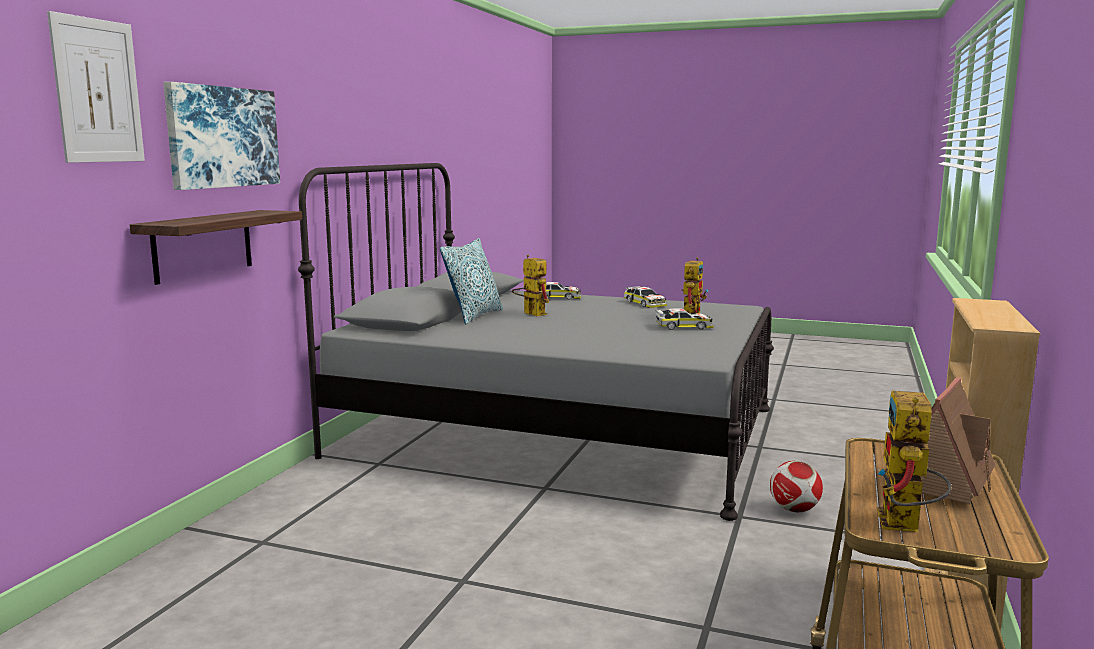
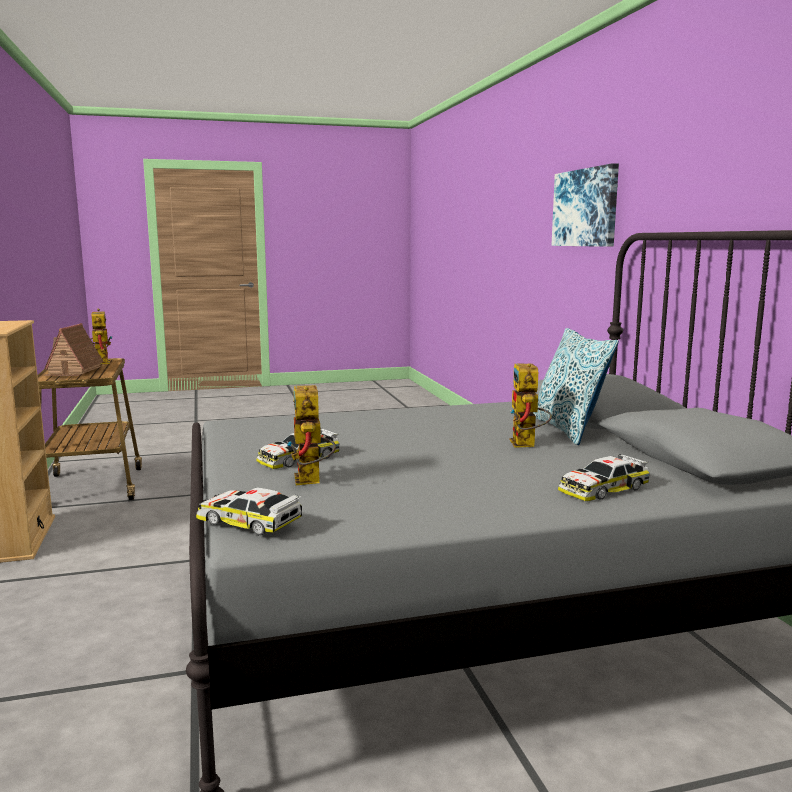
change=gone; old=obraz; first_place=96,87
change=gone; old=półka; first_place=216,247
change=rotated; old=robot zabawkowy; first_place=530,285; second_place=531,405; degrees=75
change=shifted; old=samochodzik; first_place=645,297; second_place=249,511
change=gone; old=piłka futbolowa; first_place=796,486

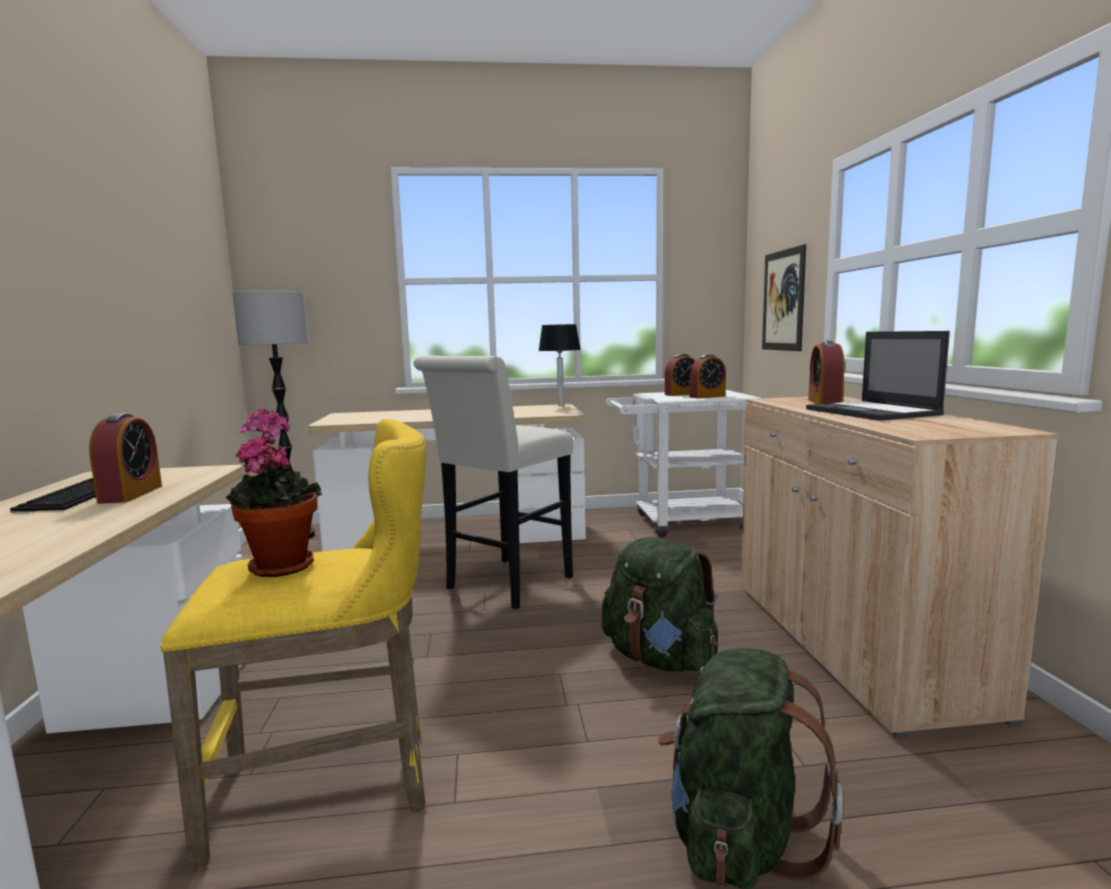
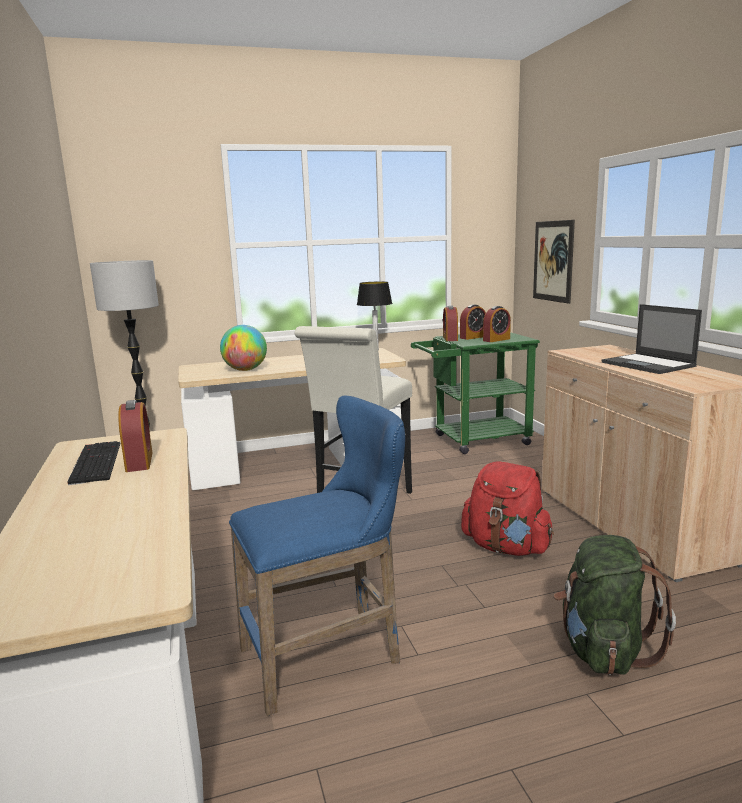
change=repainted; old=stołek [żółty]; new=stołek [niebieski]; first_place=293,644; second_place=317,556
change=gone; old=roślina doniczkowa; first_place=274,492
change=repainted; old=plecak [zielony]; new=plecak [czerwony]; first_place=660,604; second_place=507,509
change=repainted; old=wózek [biały]; new=wózek [zielony]; first_place=683,464; second_place=475,393
change=shifted; old=budzik; first_place=826,372; second_place=450,323
change=new; new=globus; second_place=243,348

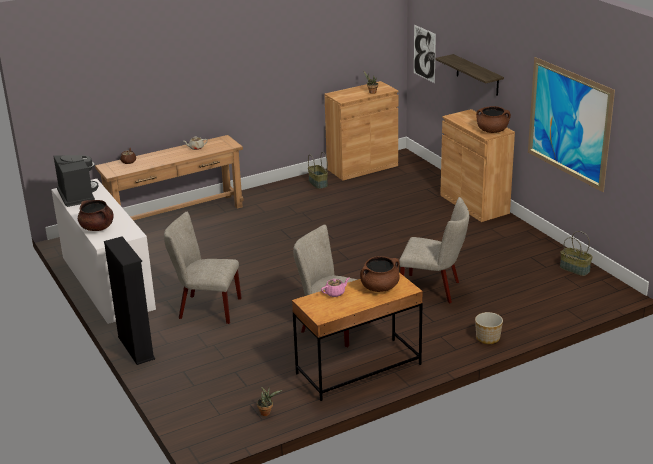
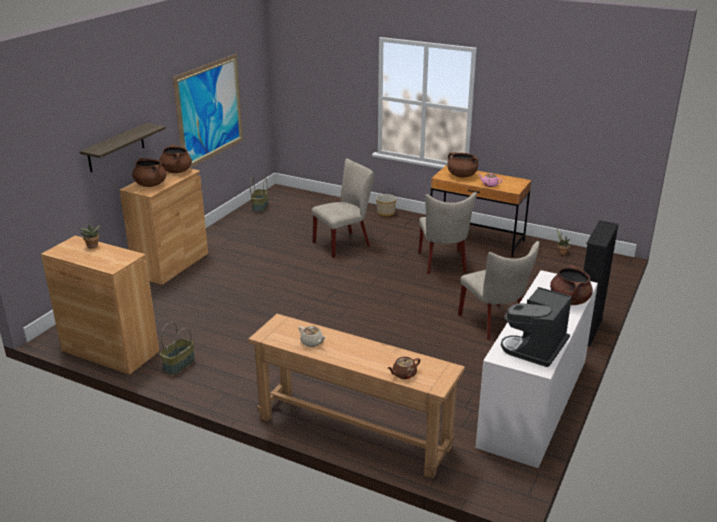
change=rotated; old=krzesło [beżowy]; first_place=434,250; second_place=343,208; degrees=75
change=gone; old=obraz; first_place=425,54
change=new; new=garnek [brązowy]; second_place=149,172

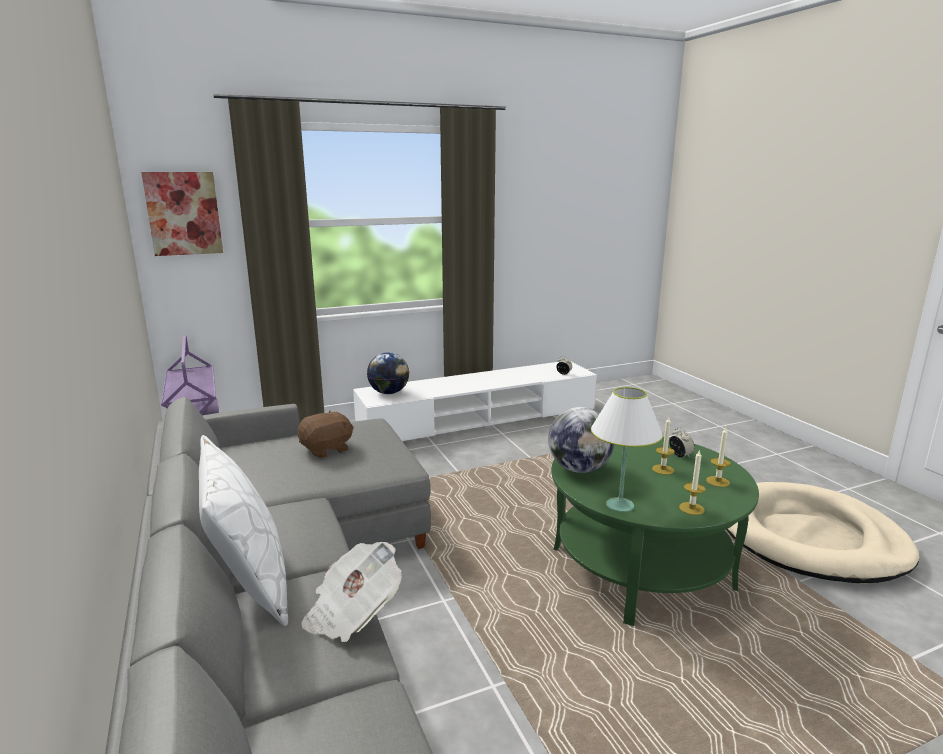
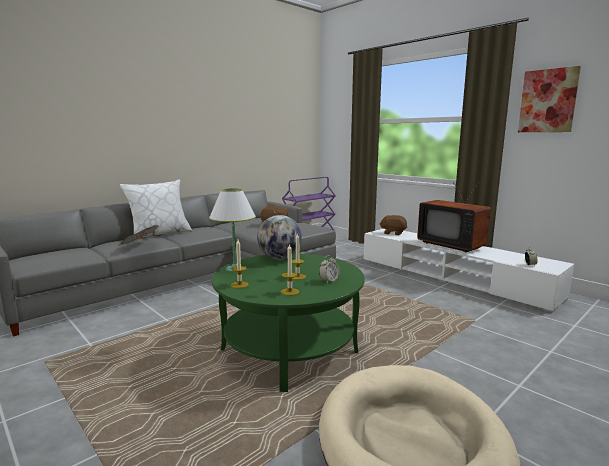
change=shifted; old=obraz; first_place=182,214; second_place=549,99
change=swapped; old=globus; new=pluszak [brązowy]; first_place=388,373; second_place=393,225
change=new; new=telewizor; second_place=454,217

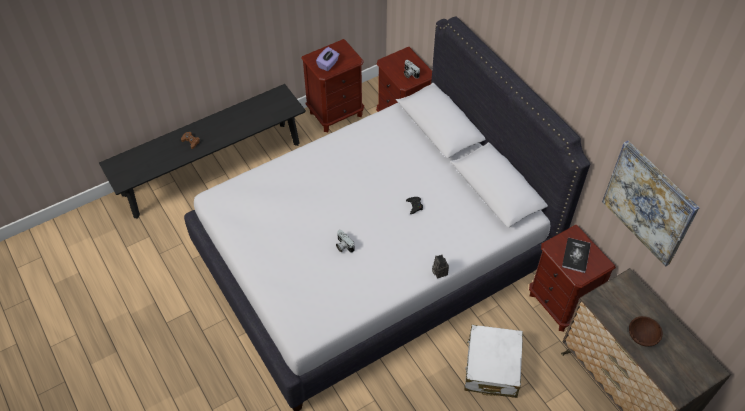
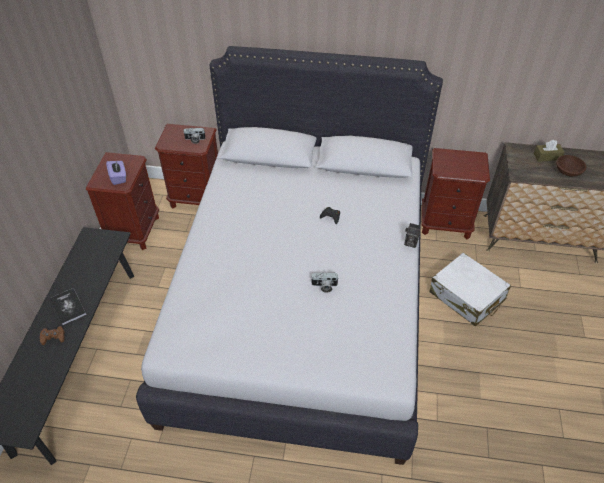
change=shifted; old=książka; first_place=576,255; second_place=68,306
change=gone; old=obraz; first_place=650,203
change=new; new=pudełko chusteczek [brązowy]; second_place=549,151

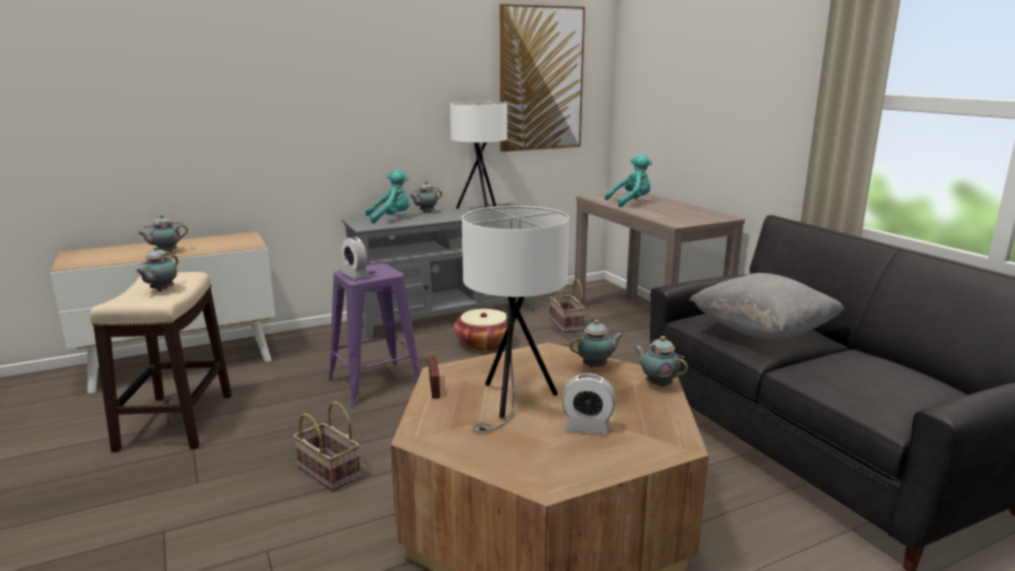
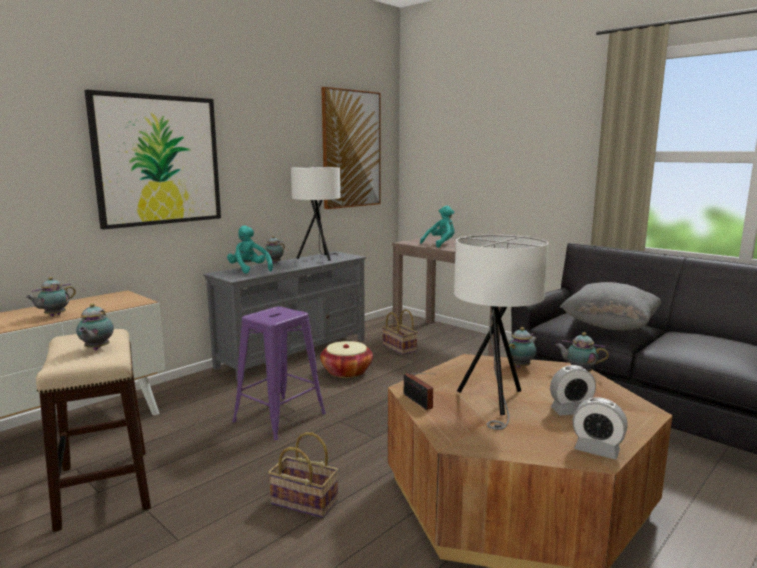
change=shifted; old=budzik; first_place=356,258; second_place=600,428
change=rotated; old=pluszak [turkusowy]; first_place=387,197; second_place=250,249; degrees=-90
change=new; new=obraz; second_place=153,160

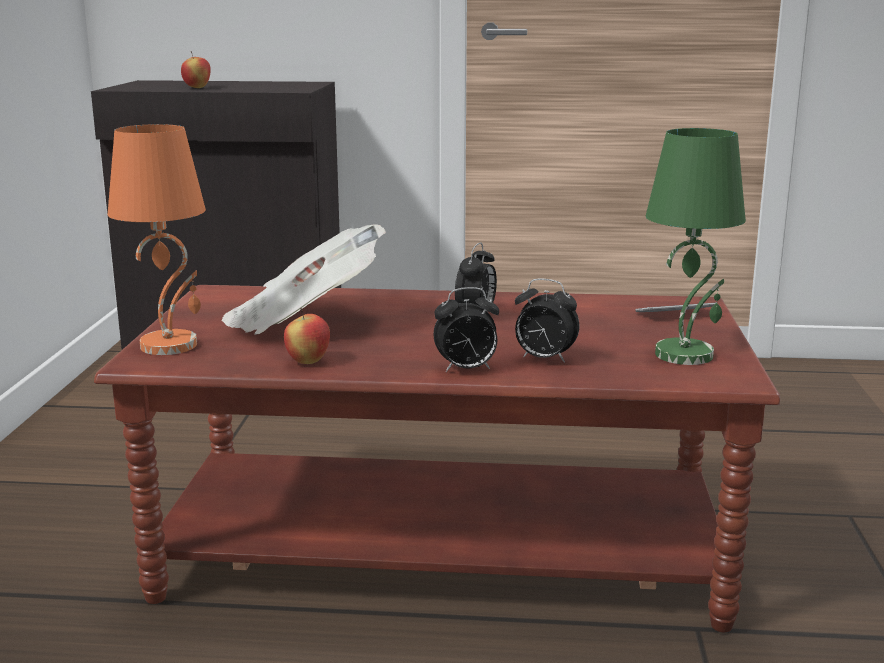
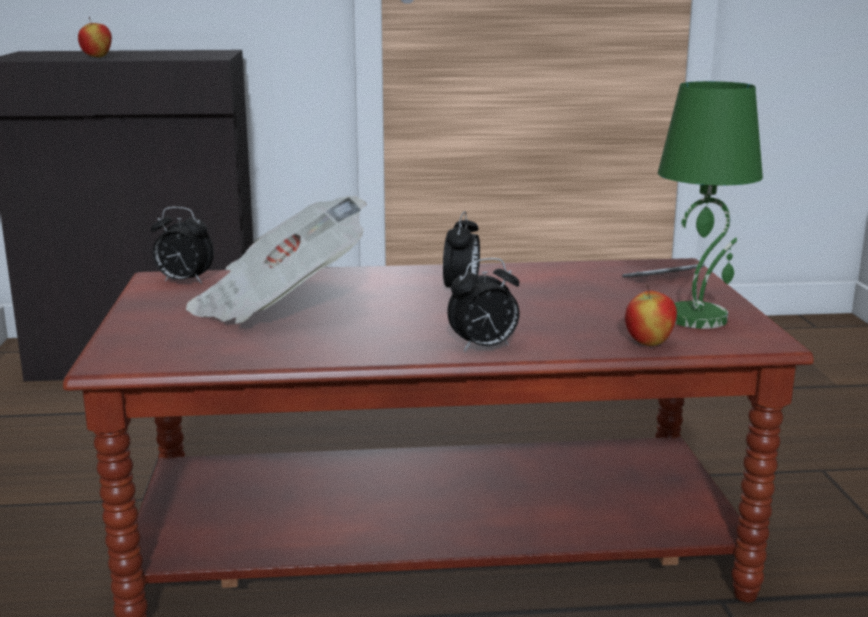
change=gone; old=lampa stołowa [pomarańczowy]; first_place=157,239
change=shifted; old=jabłko; first_place=307,336; second_place=651,315
change=shifted; old=budzik; first_place=547,320; second_place=182,245

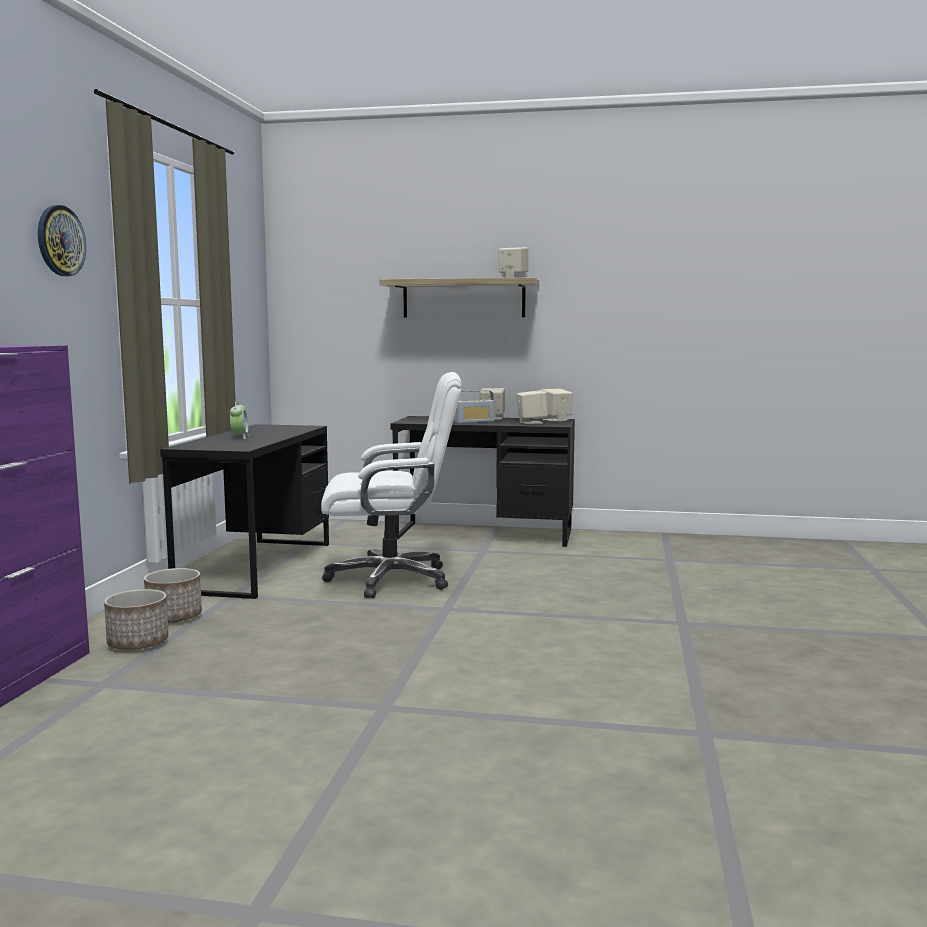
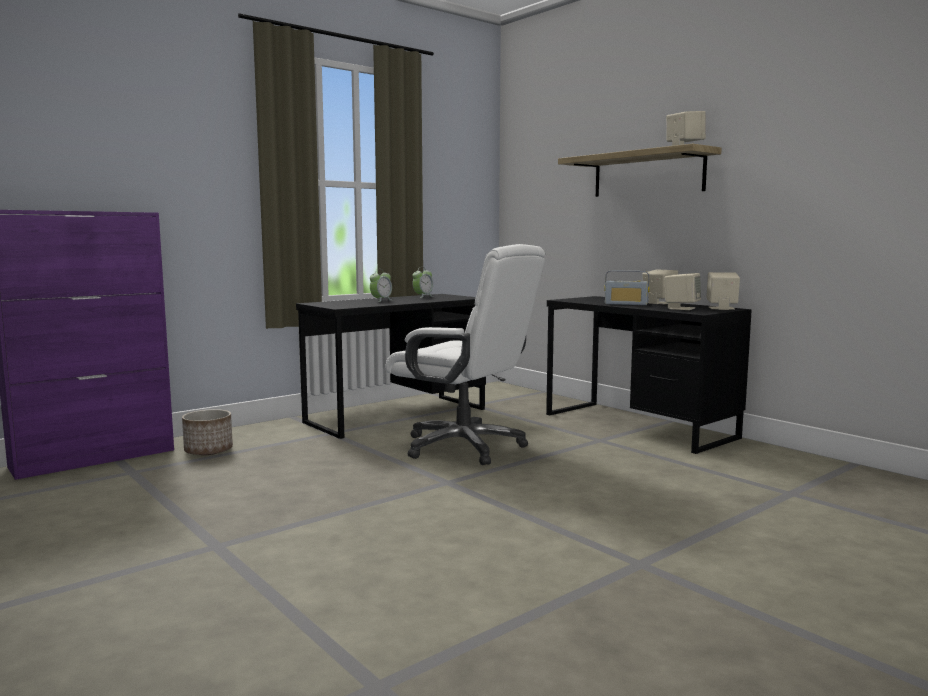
change=gone; old=zegar ścienny; first_place=62,240
change=gone; old=donica; first_place=173,595
change=new; new=budzik; second_place=422,282

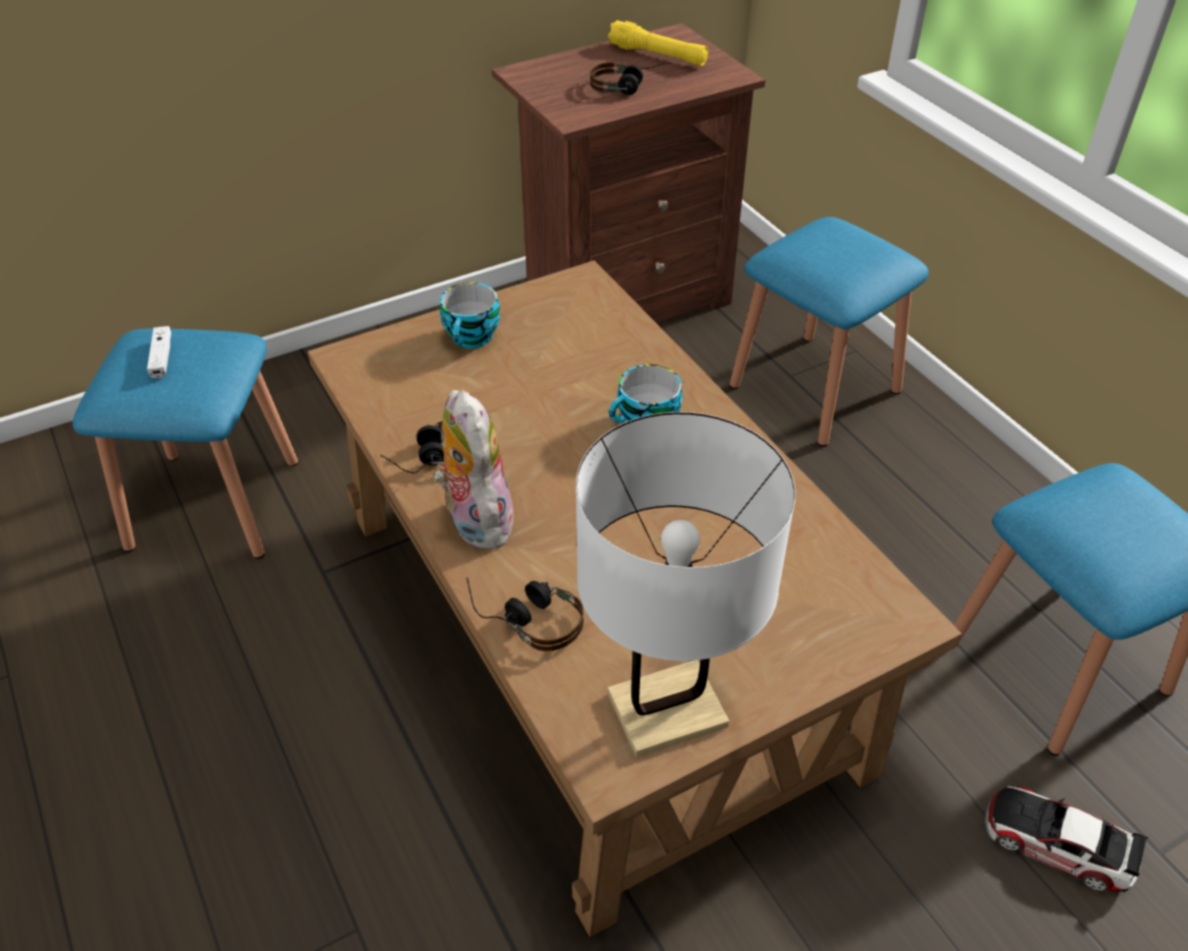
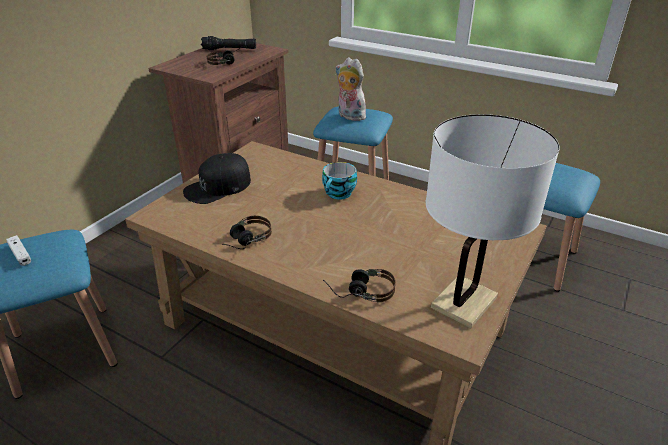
change=shifted; old=pluszak; first_place=476,469; second_place=350,89
change=swapped; old=filiżanka; new=czapka z daszkiem [czarny]; first_place=470,315; second_place=217,178
change=repainted; old=latarka [żółty]; new=latarka [czarny]; first_place=658,43; second_place=228,43
change=gone; old=samochodzik; first_place=1066,839

